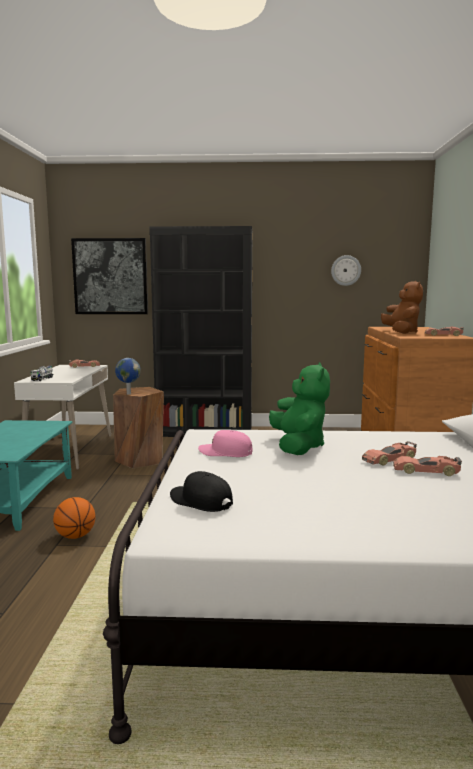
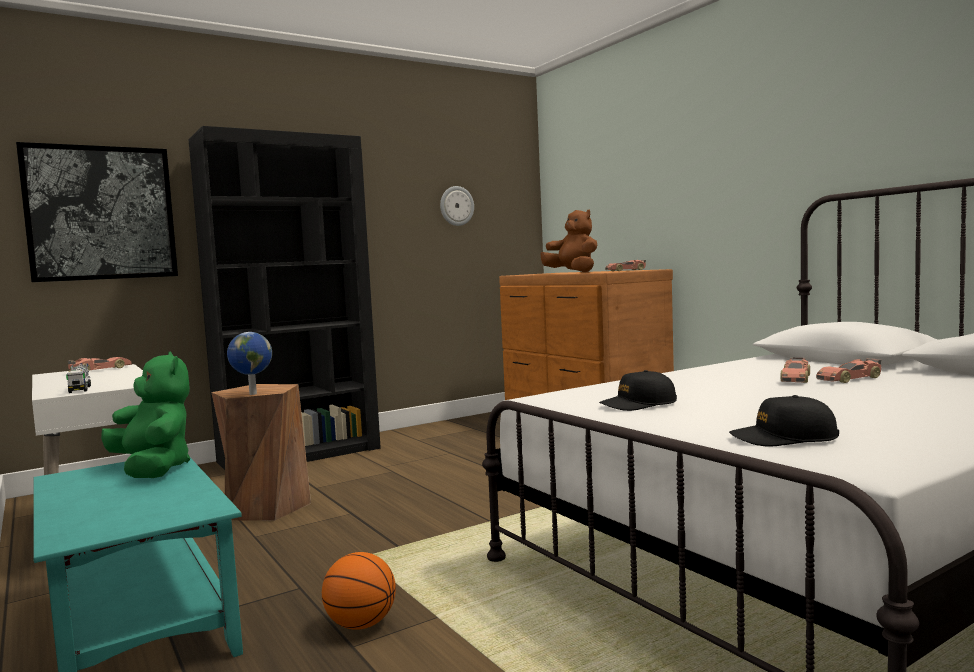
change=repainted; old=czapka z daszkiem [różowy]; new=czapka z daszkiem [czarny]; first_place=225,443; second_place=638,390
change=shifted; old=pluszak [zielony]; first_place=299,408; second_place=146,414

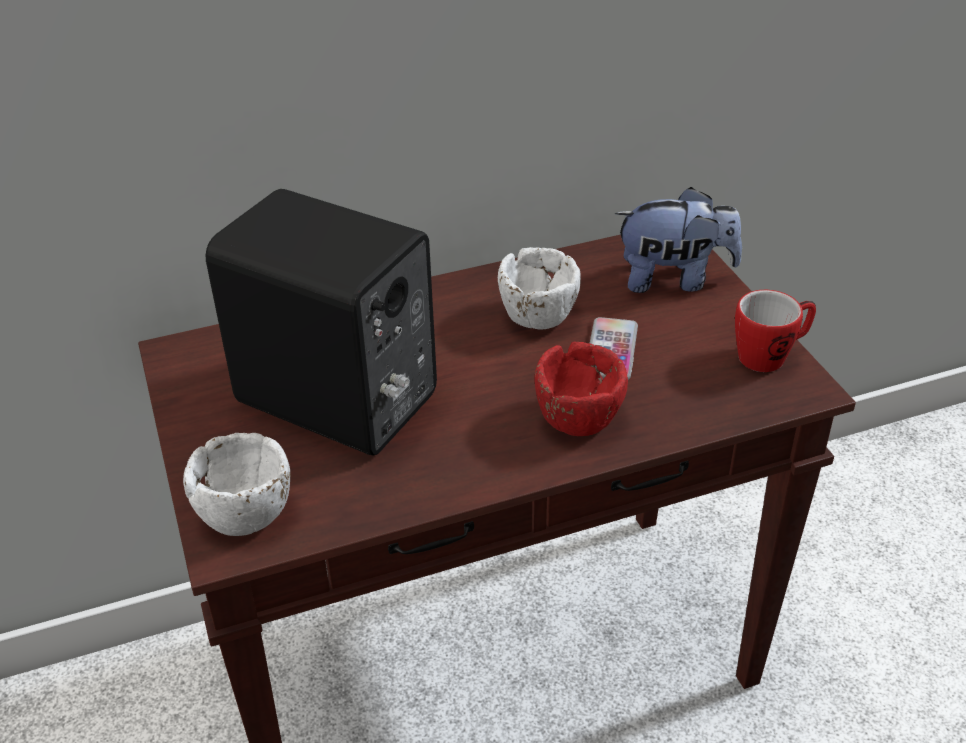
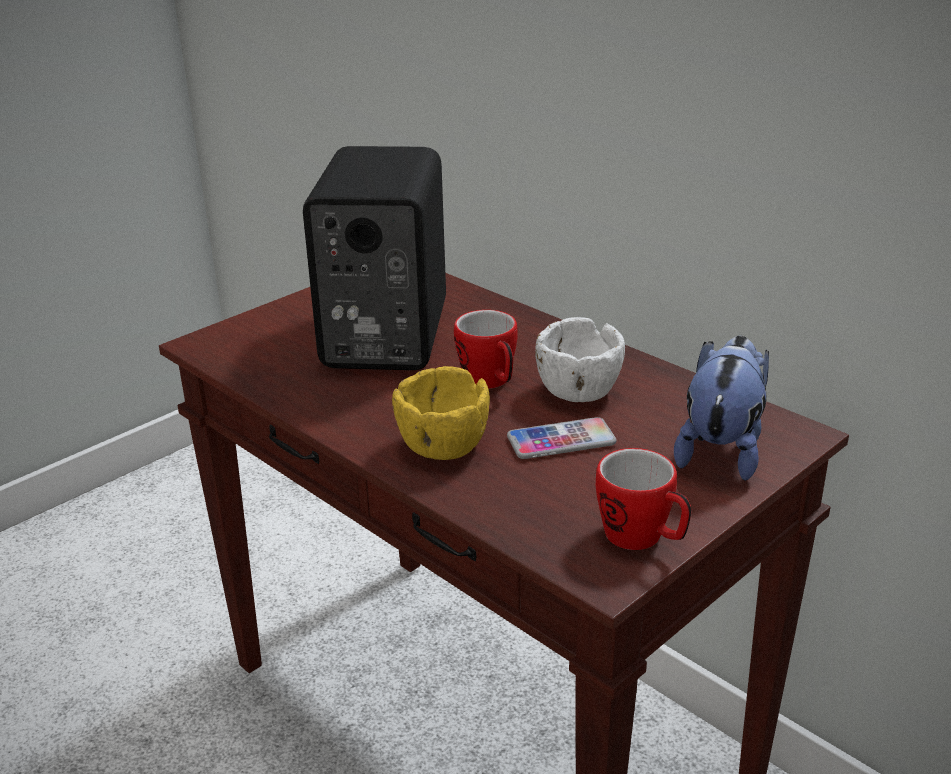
change=gone; old=miska [biały]; first_place=236,484
change=repainted; old=miska [czerwony]; new=miska [żółty]; first_place=581,389; second_place=441,413
change=rotated; old=pluszak; first_place=678,240; second_place=721,408; degrees=-135
change=new; new=kubek; second_place=485,349

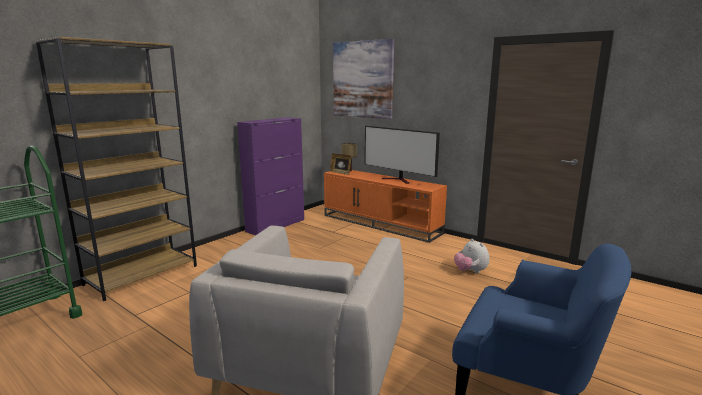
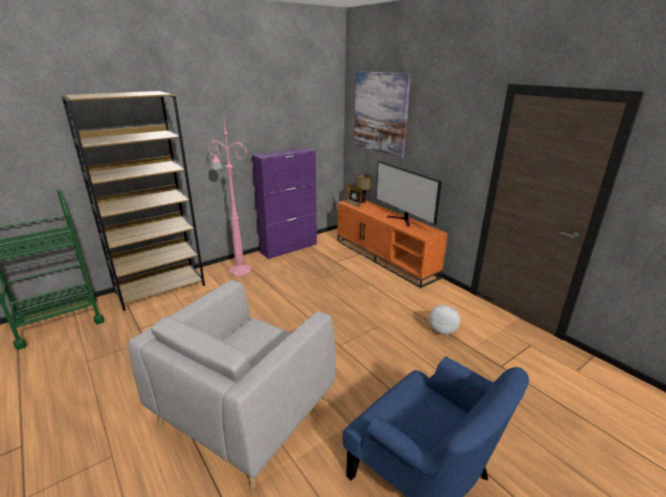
change=rotated; old=pluszak; first_place=471,256; second_place=444,320; degrees=120
change=new; new=lampa stojąca [różowy]; second_place=230,198

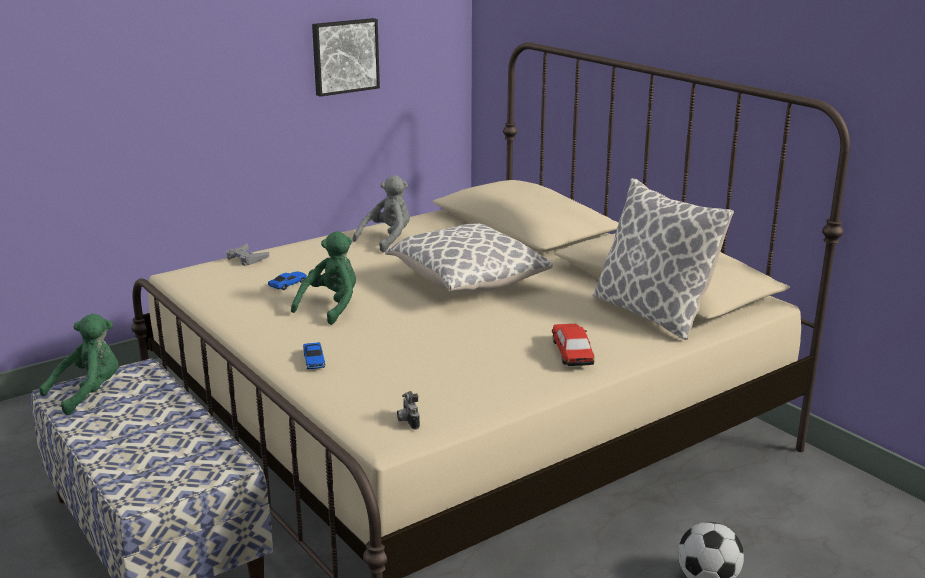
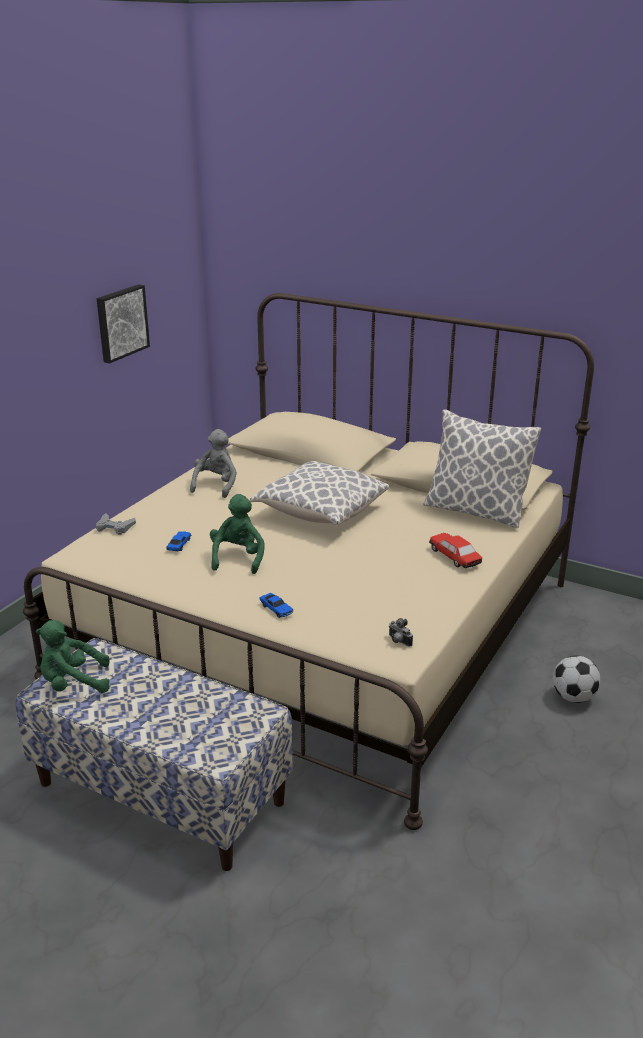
change=rotated; old=pluszak [zielony]; first_place=79,364; second_place=72,656; degrees=-120

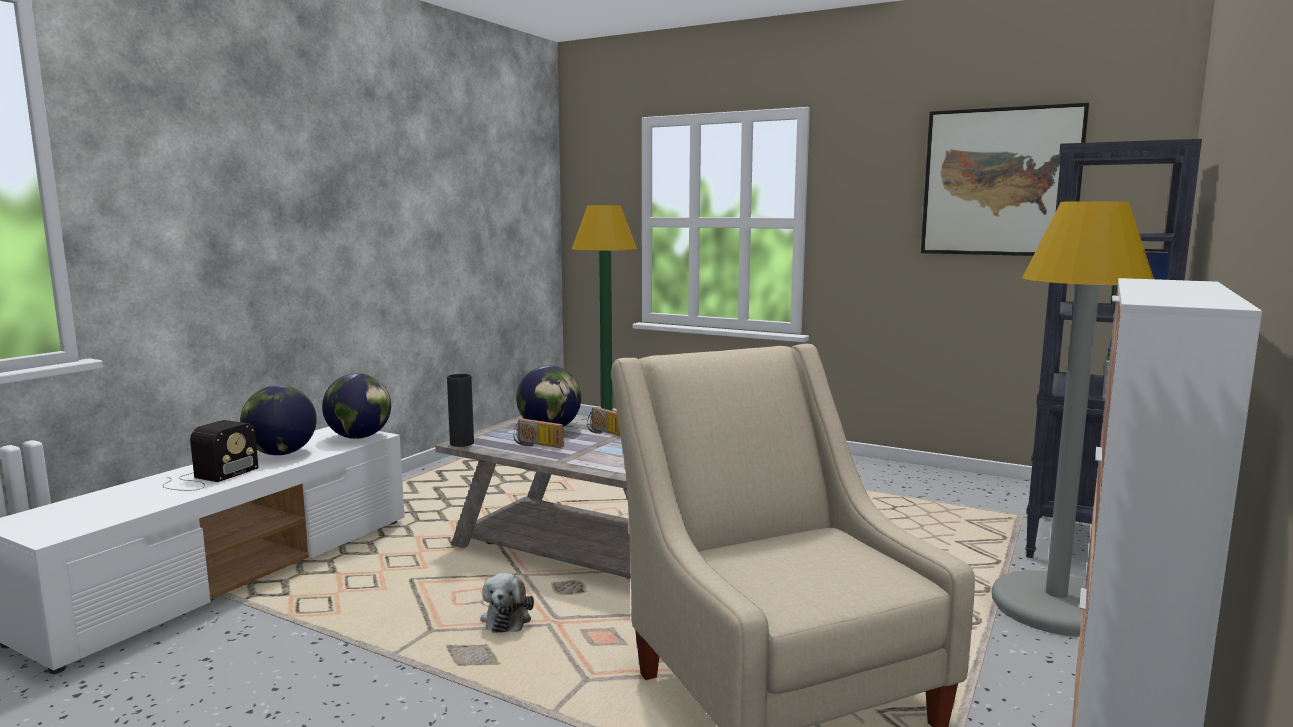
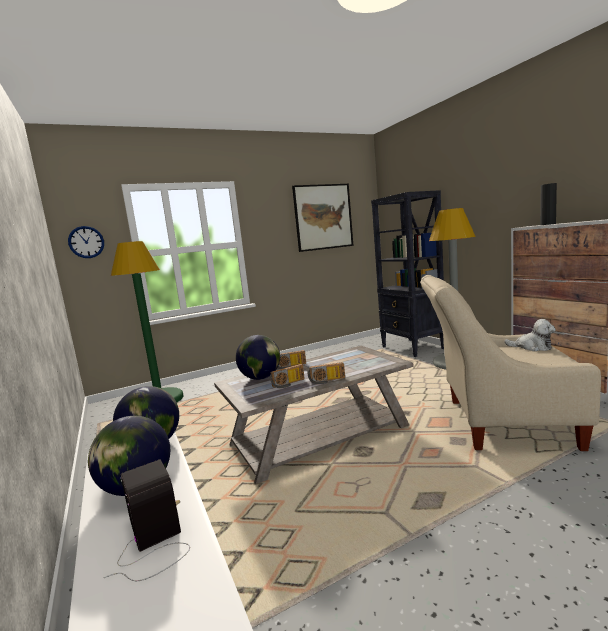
change=shifted; old=wazon [czarny]; first_place=460,410; second_place=548,204
change=shifted; old=pluszak; first_place=507,603; second_place=530,335
change=new; new=zegar ścienny; second_place=86,242
change=new; new=radio; second_place=326,373

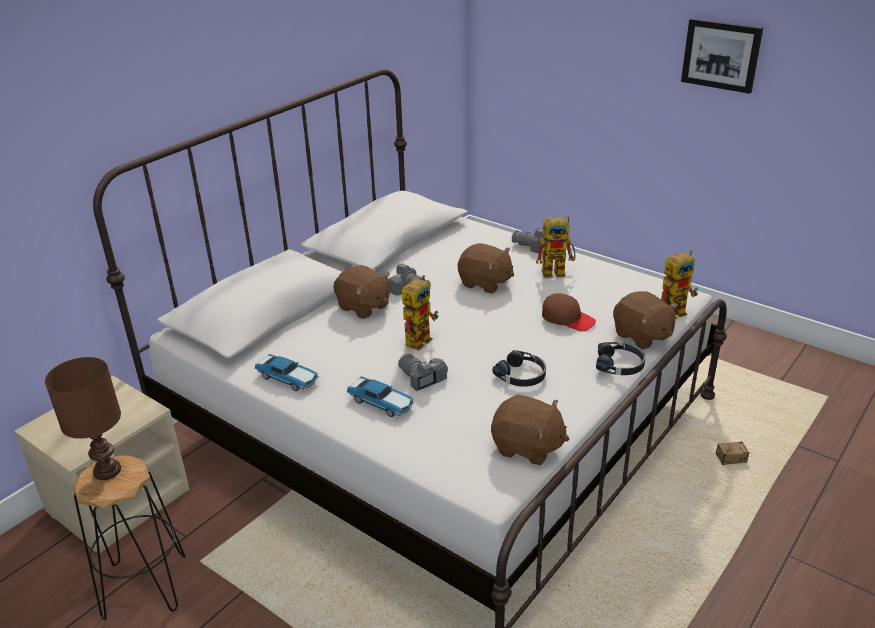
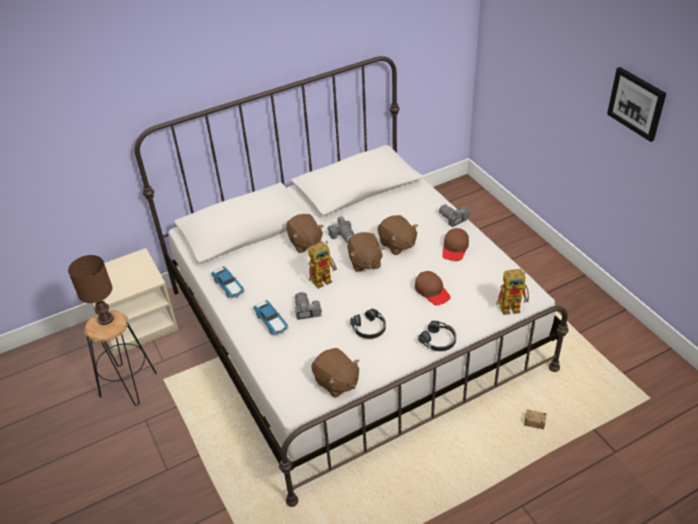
change=swapped; old=robot zabawkowy; new=czapka z daszkiem [brązowy]; first_place=556,247; second_place=455,244
change=shifted; old=pluszak [brązowy]; first_place=645,320; second_place=365,252

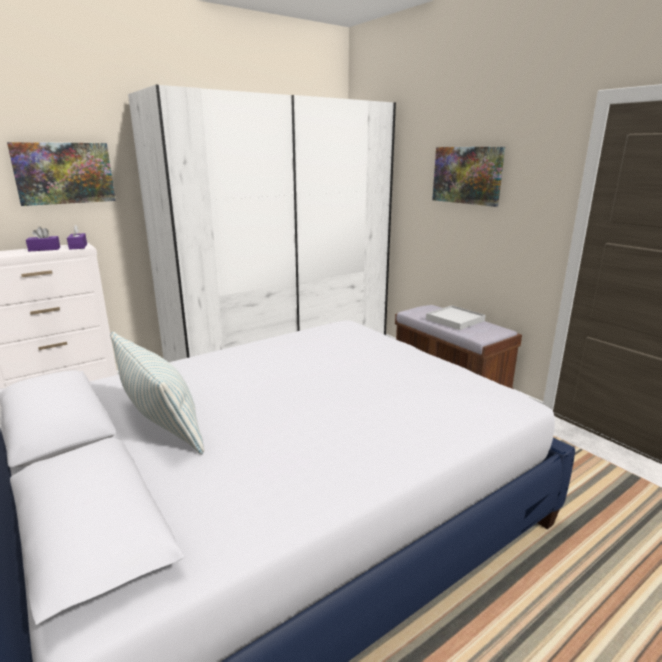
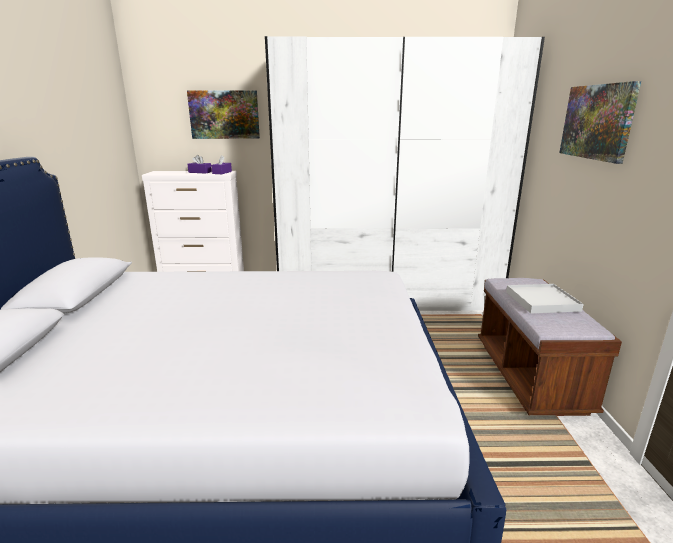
change=gone; old=poduszka; first_place=157,393

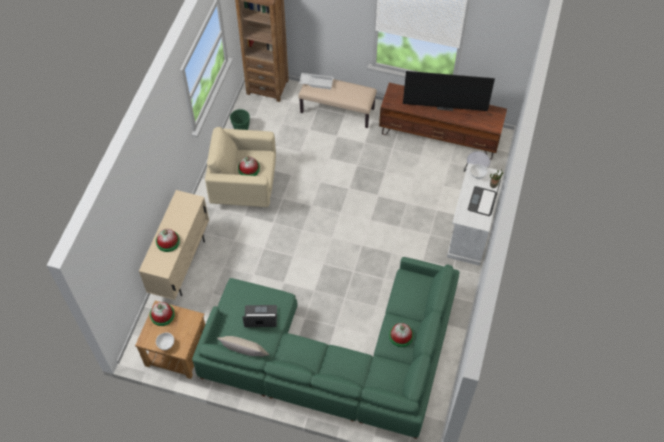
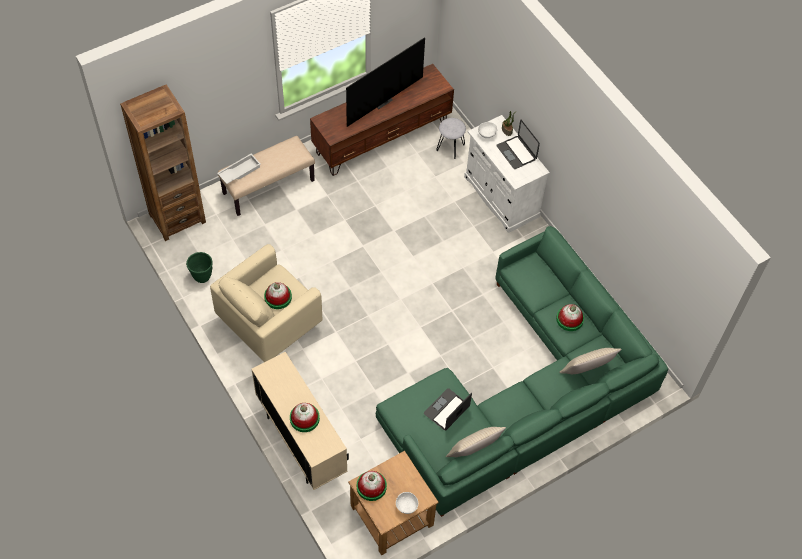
change=new; new=poduszka [beżowy]; second_place=590,361

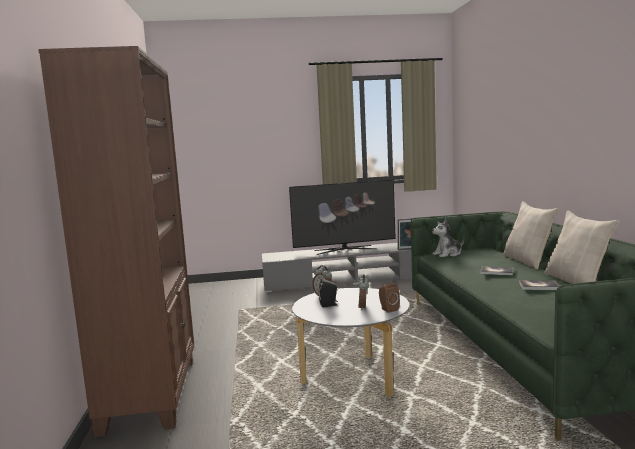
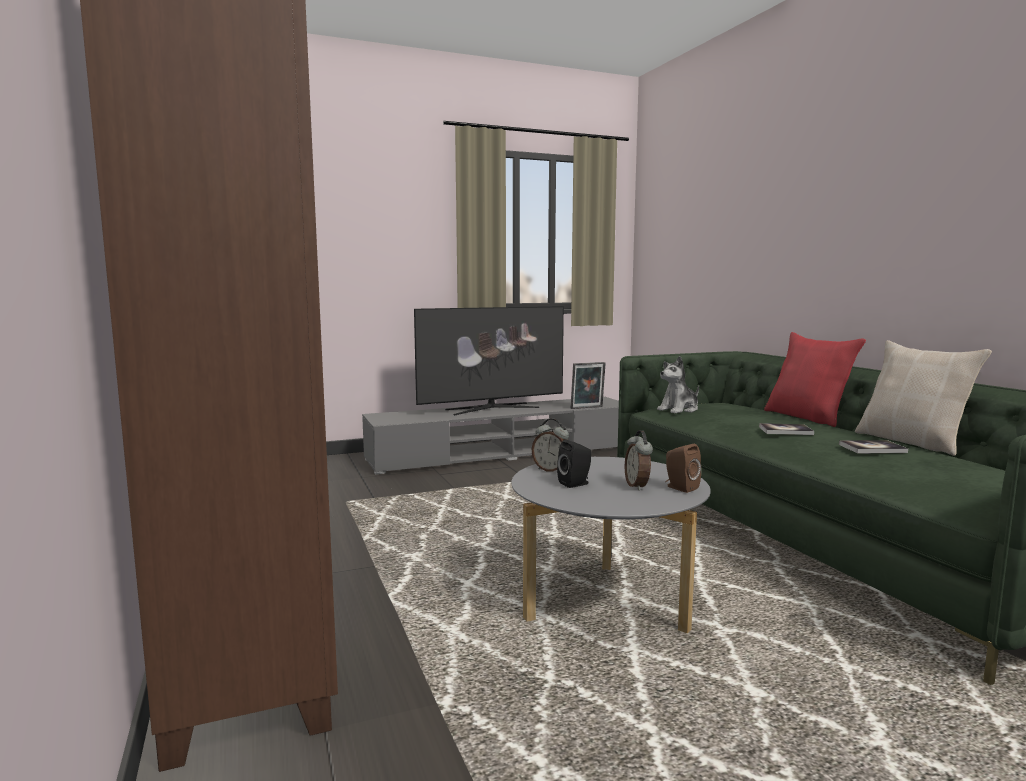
change=repainted; old=poduszka [beżowy]; new=poduszka [czerwony]; first_place=531,235; second_place=815,379

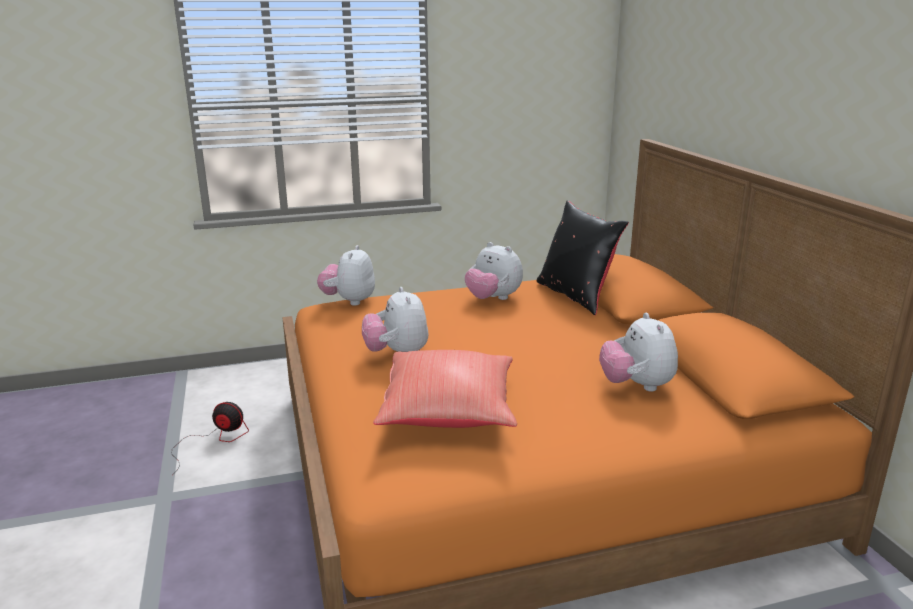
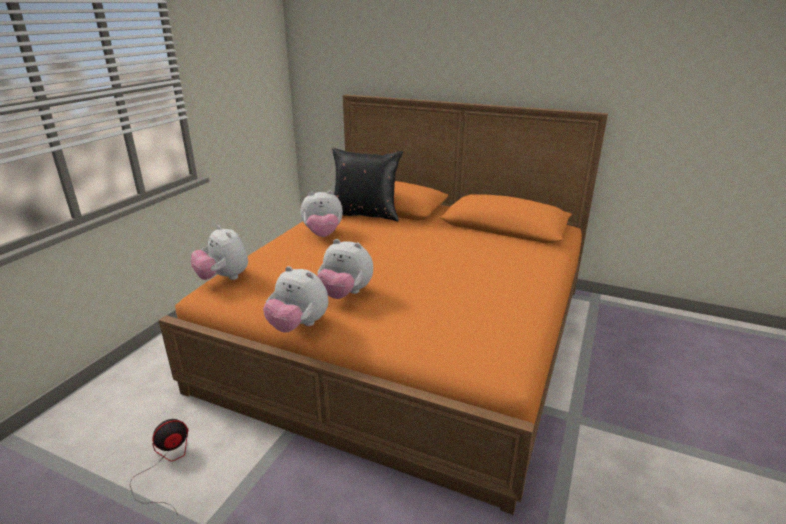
change=gone; old=poduszka [czerwony]; first_place=445,389
change=shifted; old=pluszak; first_place=638,352; second_place=295,299

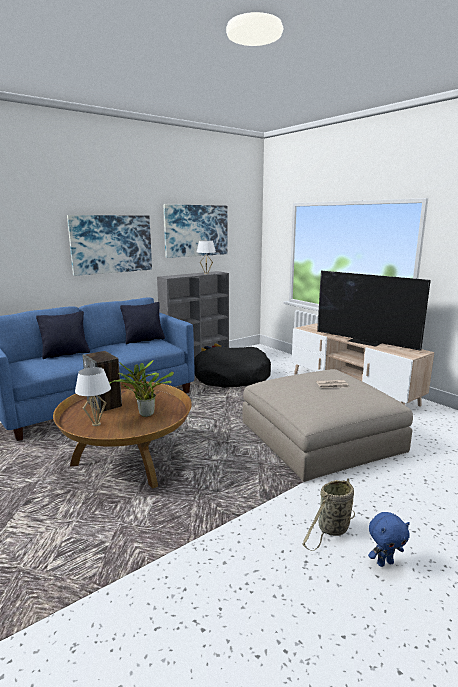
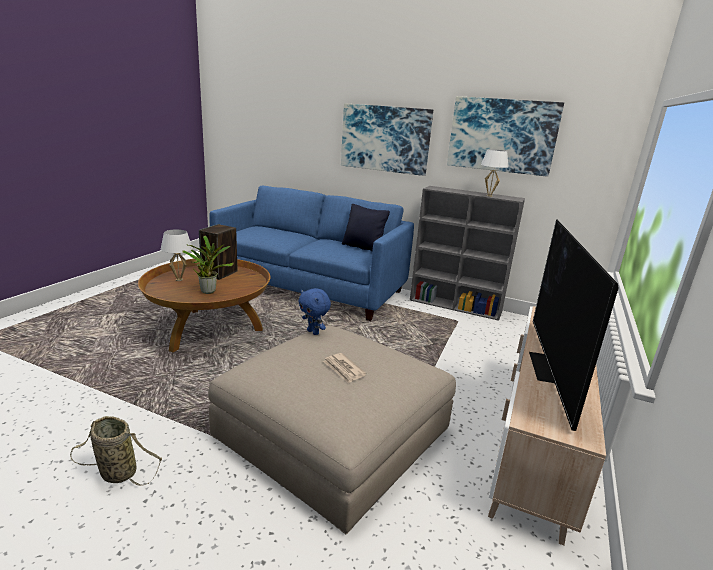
change=gone; old=poduszka [czarny]; first_place=63,335
change=gone; old=legowisko [czarny]; first_place=232,367
change=shifted; old=pluszak [niebieski]; first_place=389,539; second_place=314,311

